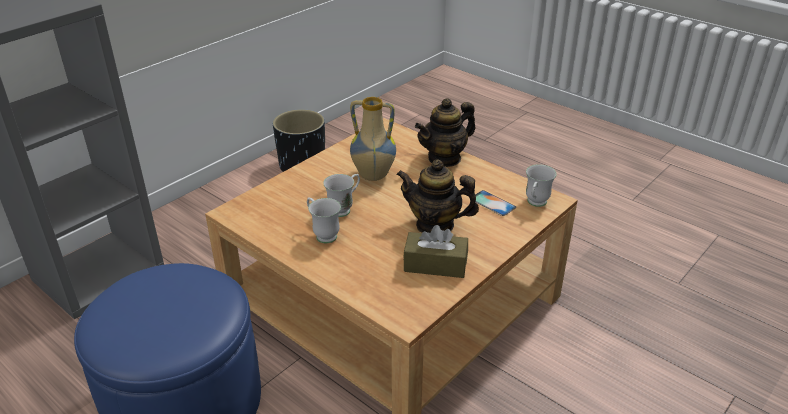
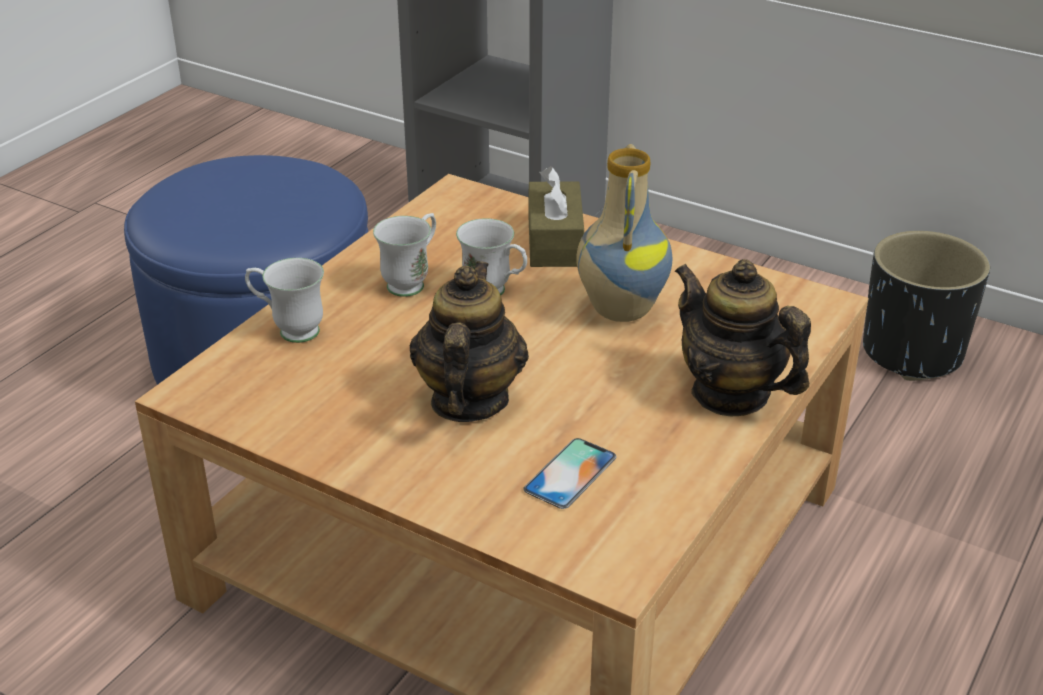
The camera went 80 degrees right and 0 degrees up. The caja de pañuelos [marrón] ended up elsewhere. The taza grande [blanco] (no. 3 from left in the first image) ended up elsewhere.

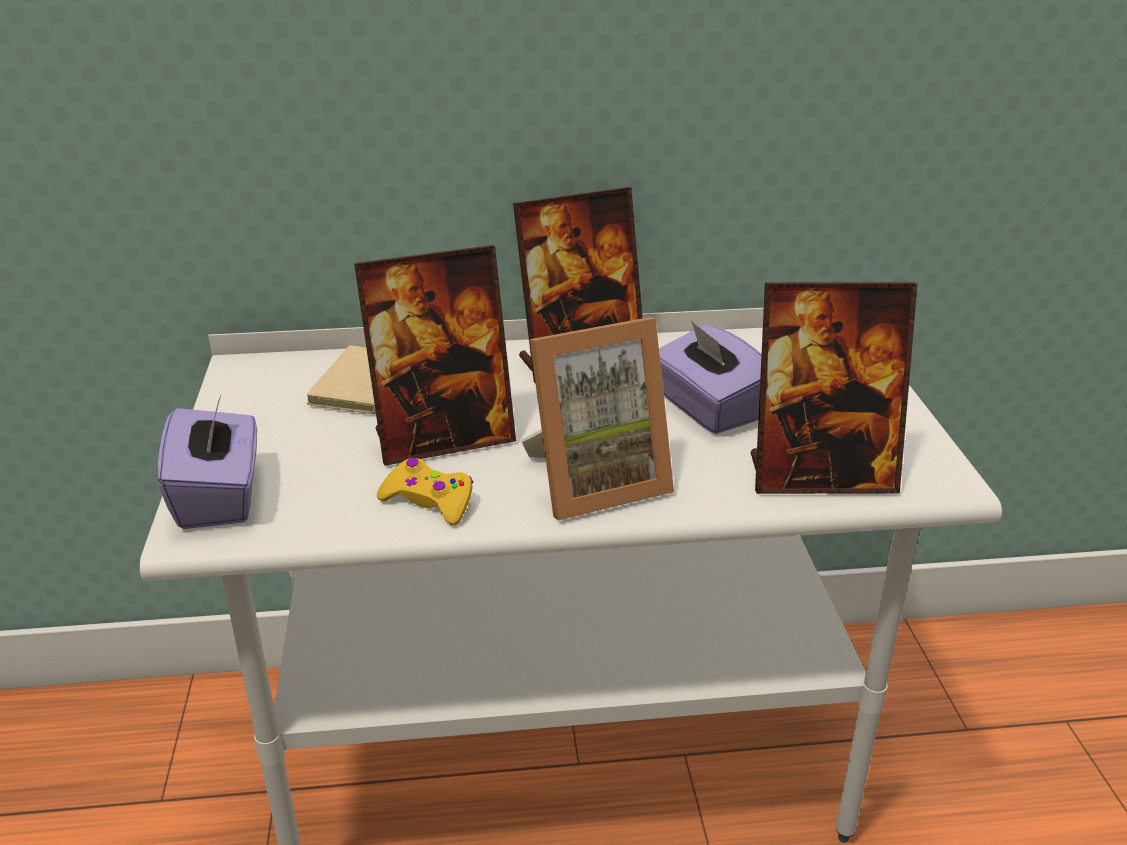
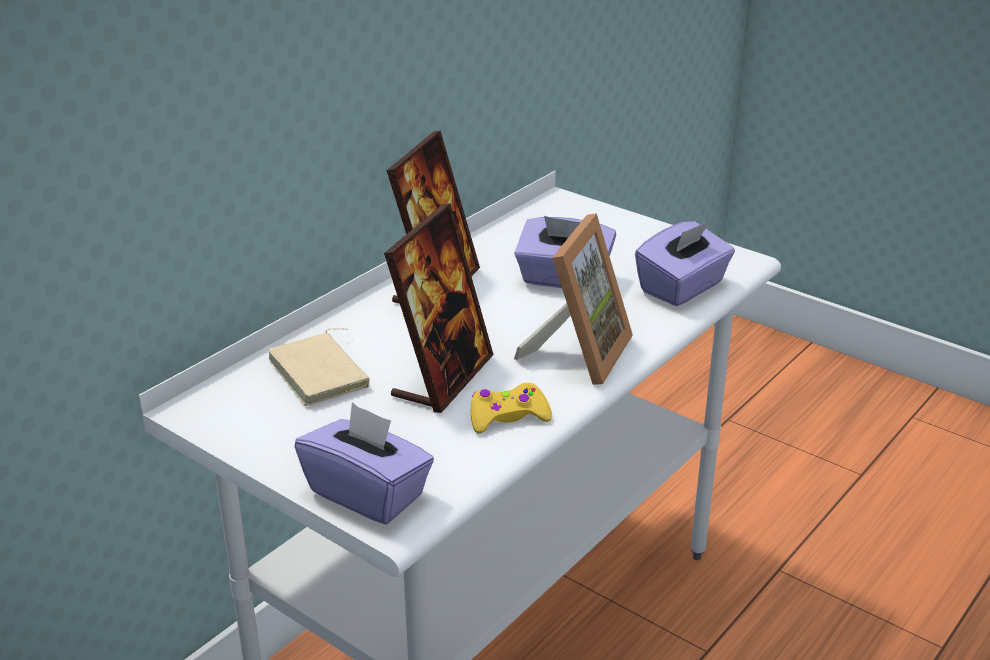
The camera went 45 degrees left and 0 degrees up. Where the portarretratos (no. 4 from left) stood, the caja de pañuelos [morado] (no. 3 from left) came to stand.

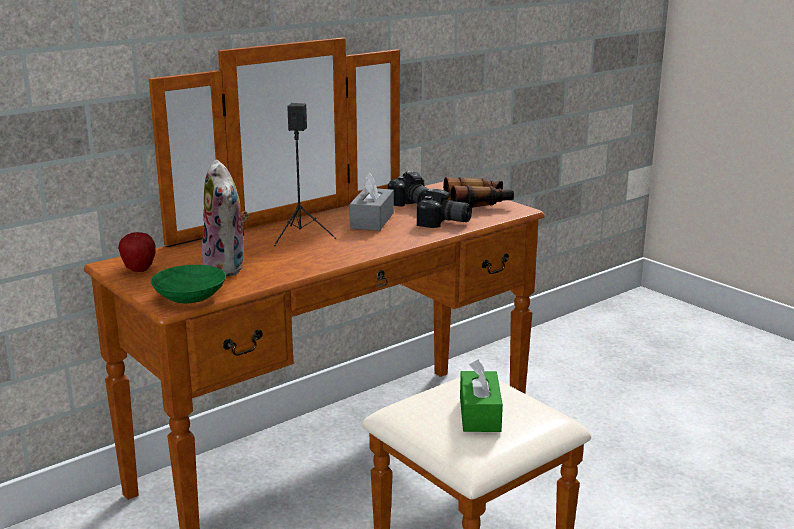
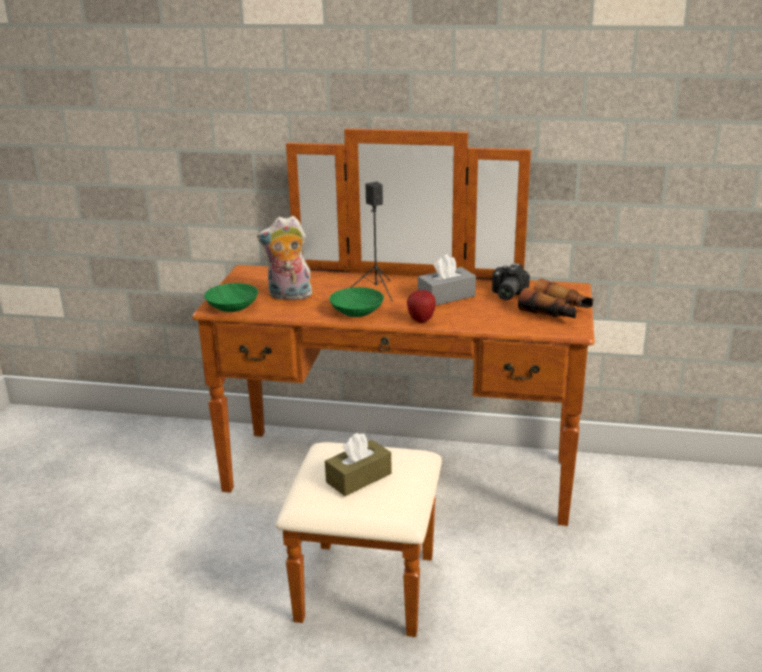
The camera went 50 degrees right and 5 degrees up. The manzana ended up elsewhere. The peluche ended up facing another way, 60 degrees clockwise from before. The second view lost the cámara (no. 2 from left). What was the caja de pañuelos [verde] turned into the caja de pañuelos [marrón]. The second view gained the cuenco [verde] (no. 2 from left).

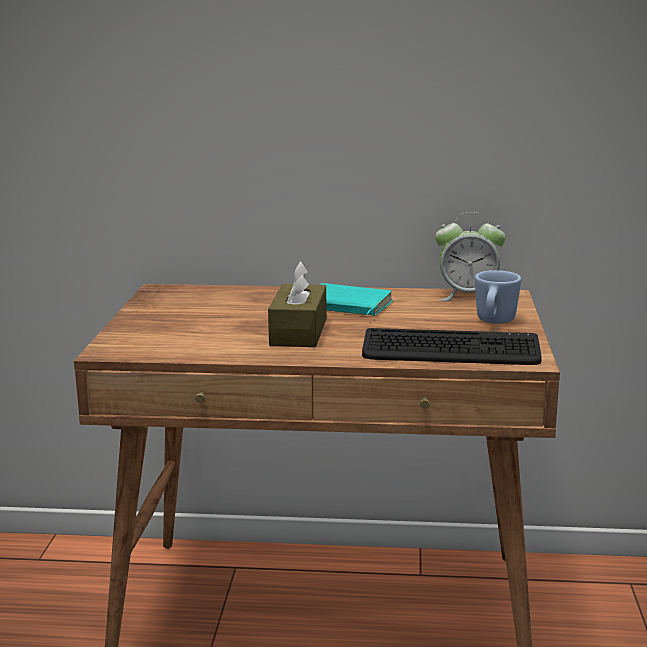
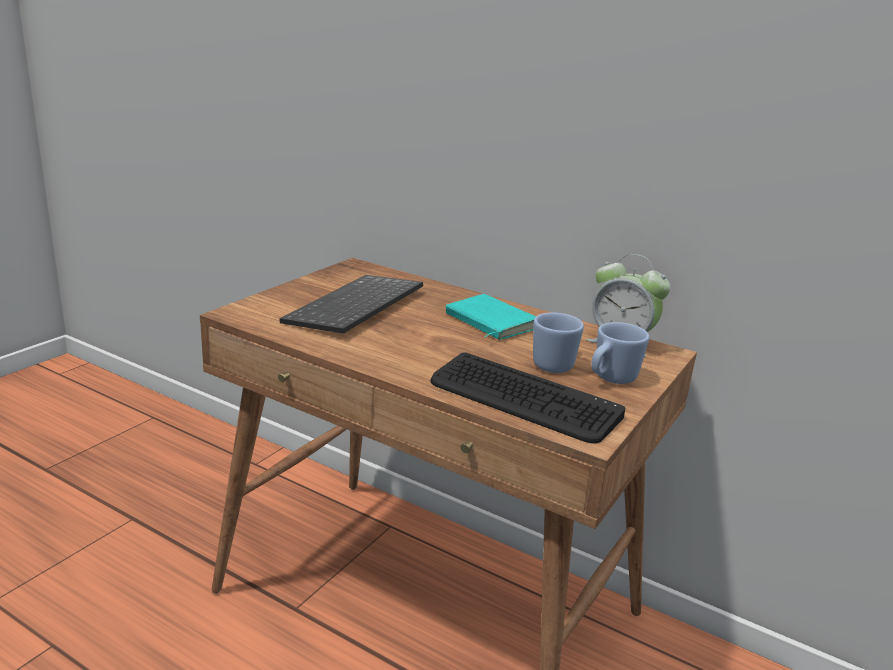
The camera went 25 degrees right and 5 degrees up. The second view lost the caja de pañuelos [marrón]. The second view gained the teclado (no. 1 from left). The second view gained the taza grande [azul] (no. 1 from left).

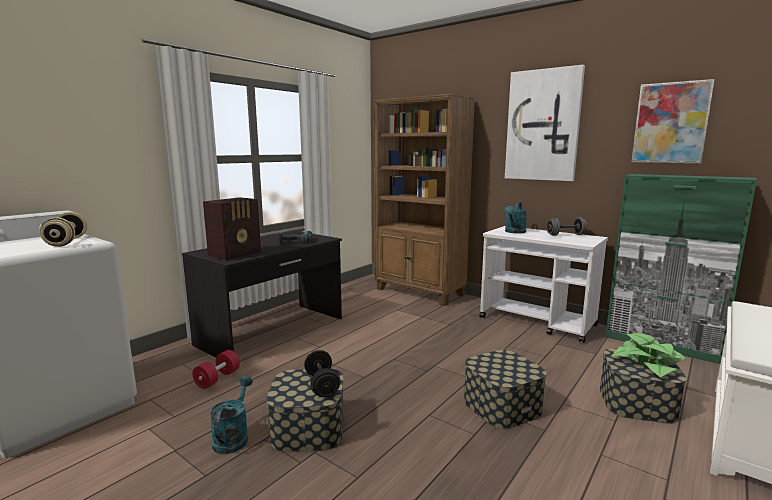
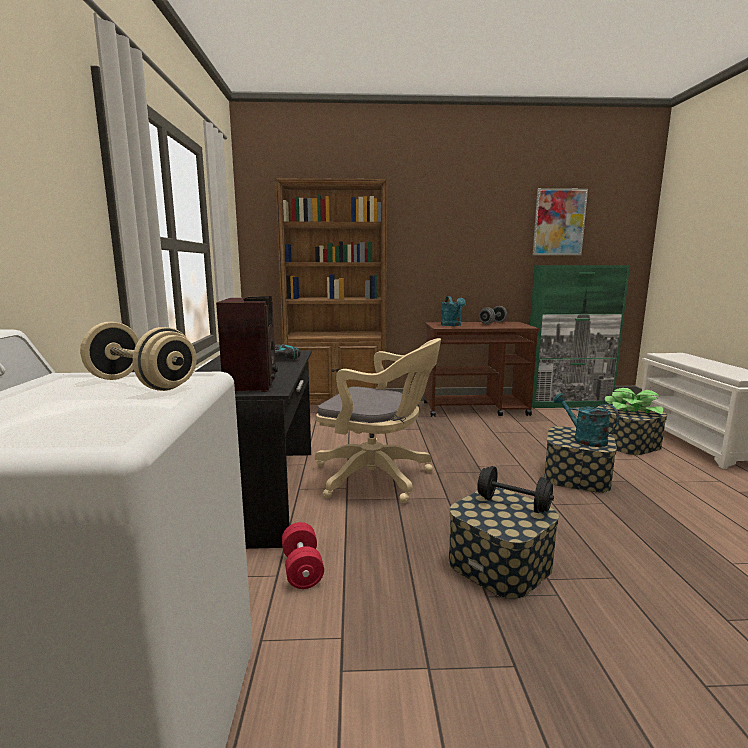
The camera went 40 degrees left and 0 degrees up. The regadera [turquesa] (no. 1 from left in the first image) ended up elsewhere. What was the carrito [blanco] turned into the carrito [marrón]. The second view lost the cuadro (no. 1 from left). The second view gained the silla de oficina [beis].

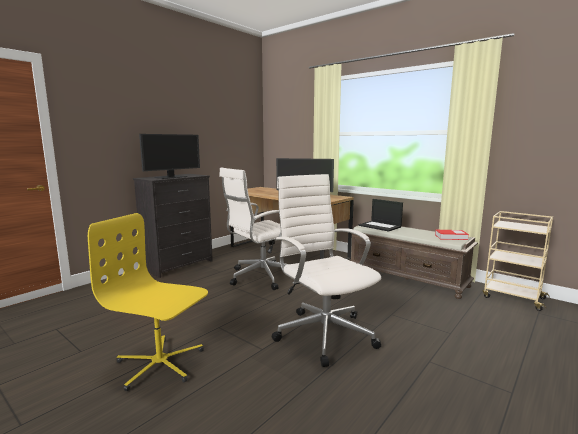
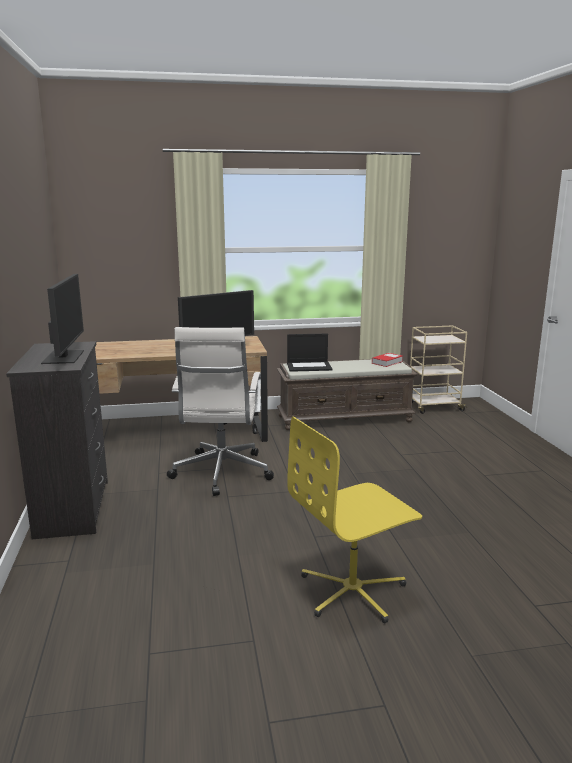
The camera went 50 degrees left and 5 degrees up. The second view lost the silla de oficina [blanco] (no. 2 from left).

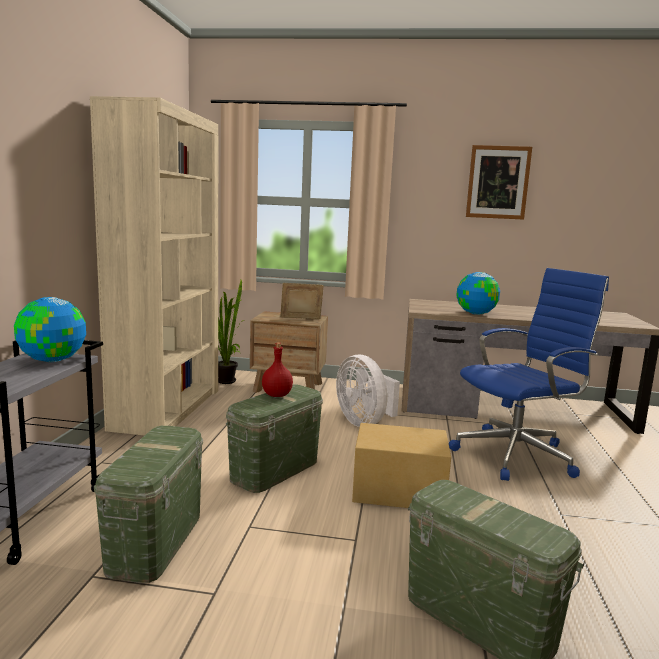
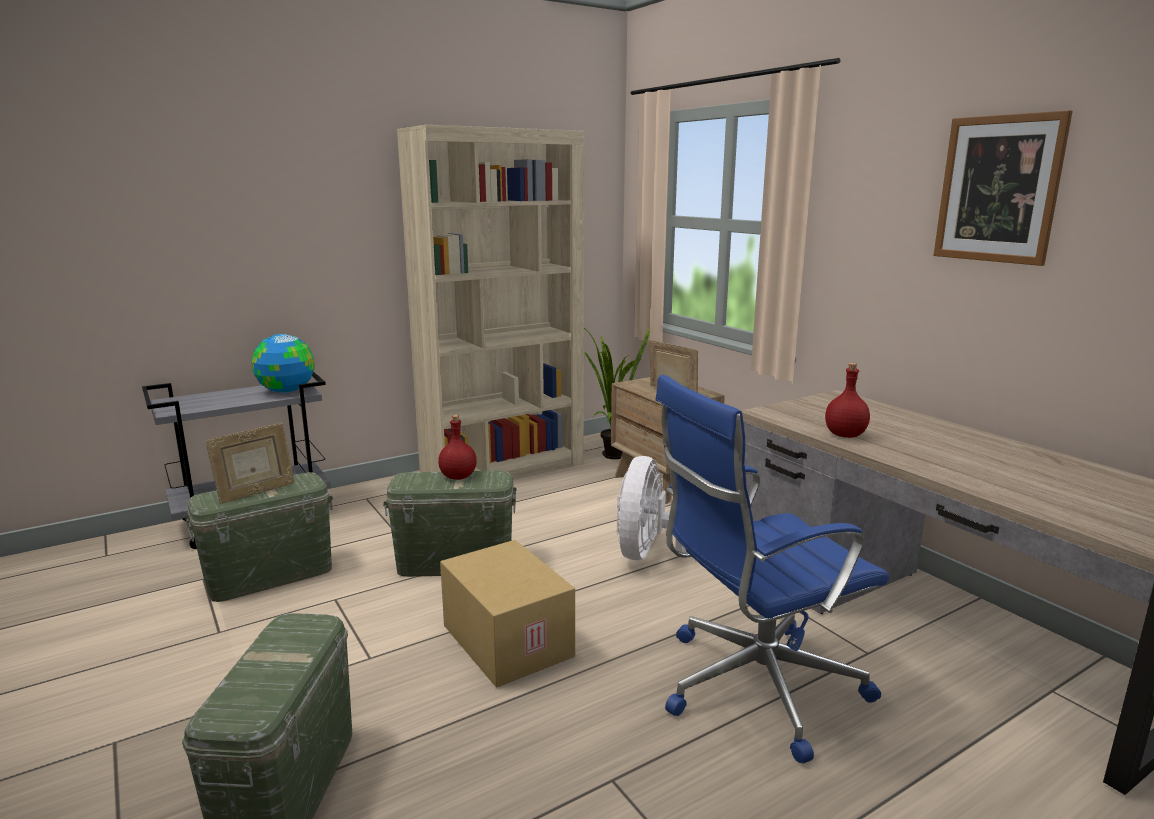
The camera went 50 degrees right and 5 degrees up. The silla de oficina [azul] ended up facing another way, 135 degrees clockwise from before. Where the globo terráqueo (no. 2 from left) stood, the botella [rojo] (no. 2 from left) came to stand. The second view gained the portarretratos (no. 1 from left).

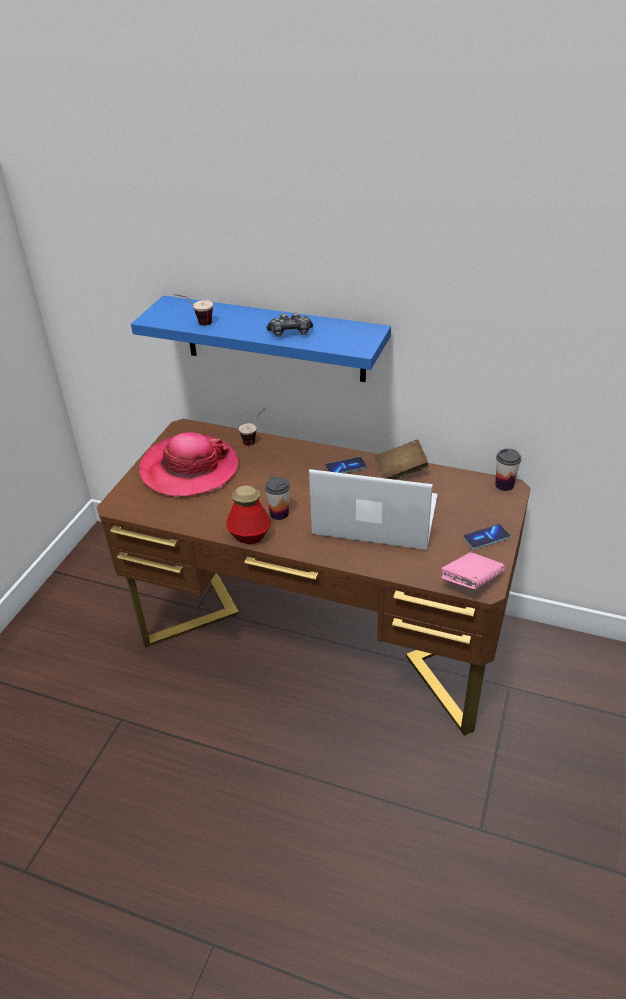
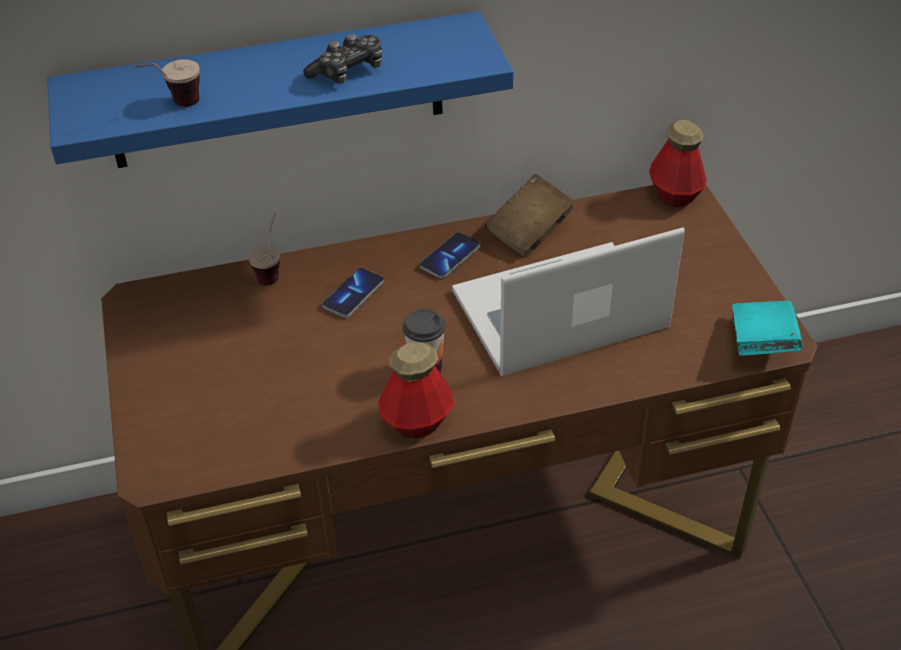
The camera went 35 degrees left and 5 degrees up. The second view lost the sombrero. What was the libro [rosa] turned into the libro [turquesa]. The móvil (no. 2 from left in the first image) ended up elsewhere. Where the taza (no. 4 from left) stood, the botella (no. 2 from left) came to stand.

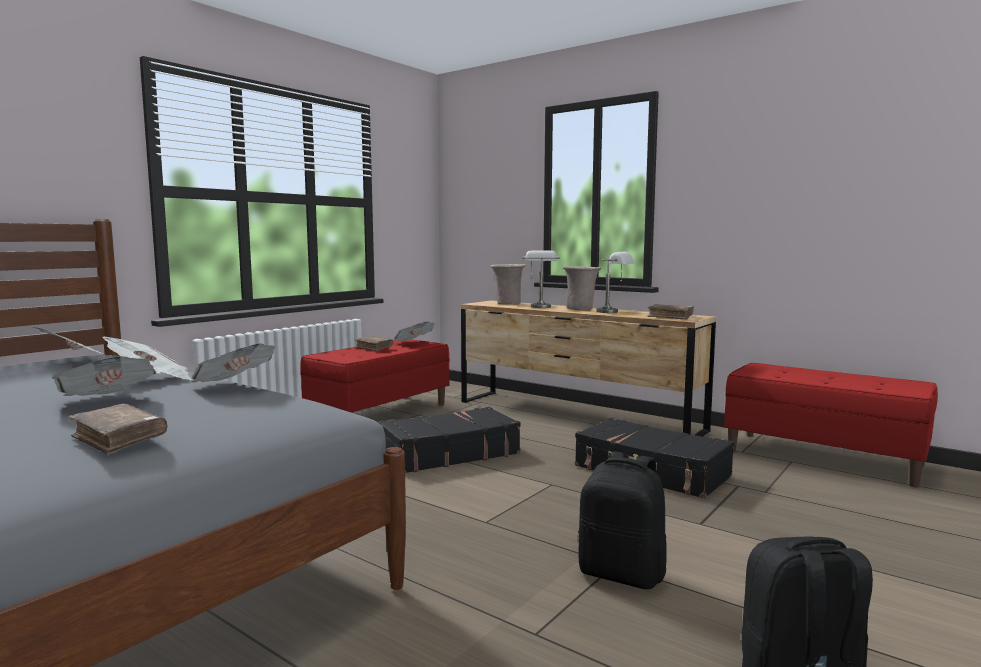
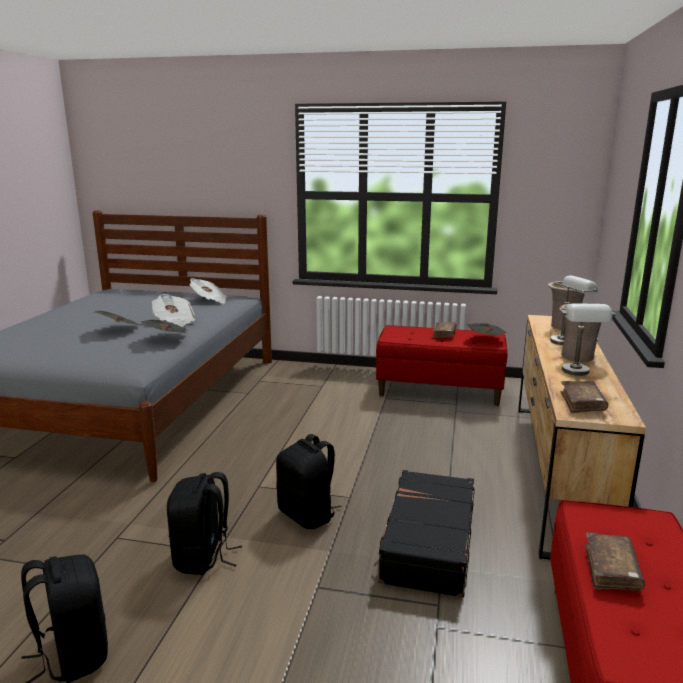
The camera went 65 degrees right and 10 degrees up. The libro [marrón] (no. 1 from left in the first image) ended up elsewhere. The second view lost the maleta [negro] (no. 1 from left). The second view gained the mochila [negro] (no. 3 from left).

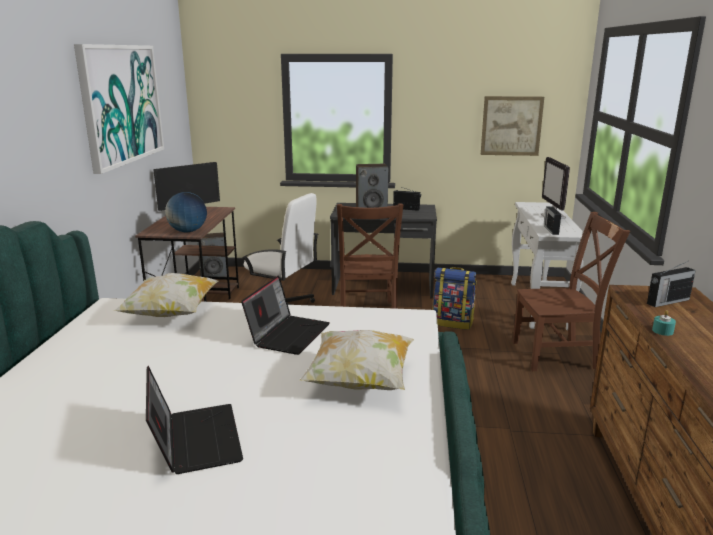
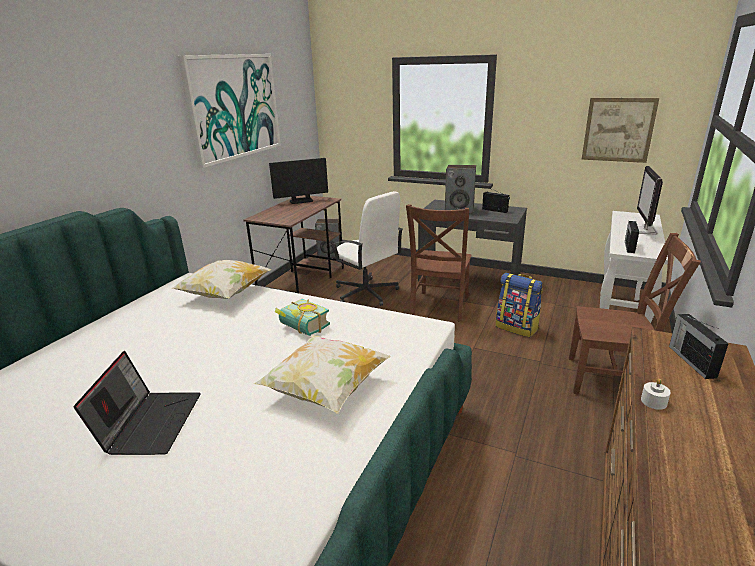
The camera went 20 degrees right and 5 degrees up. The second view lost the globo terráqueo. Where the portátil (no. 2 from left) stood, the libro came to stand. The radio (no. 3 from left) ended up facing another way, 90 degrees clockwise from before. What was the vela [turquesa] turned into the vela [blanco].

